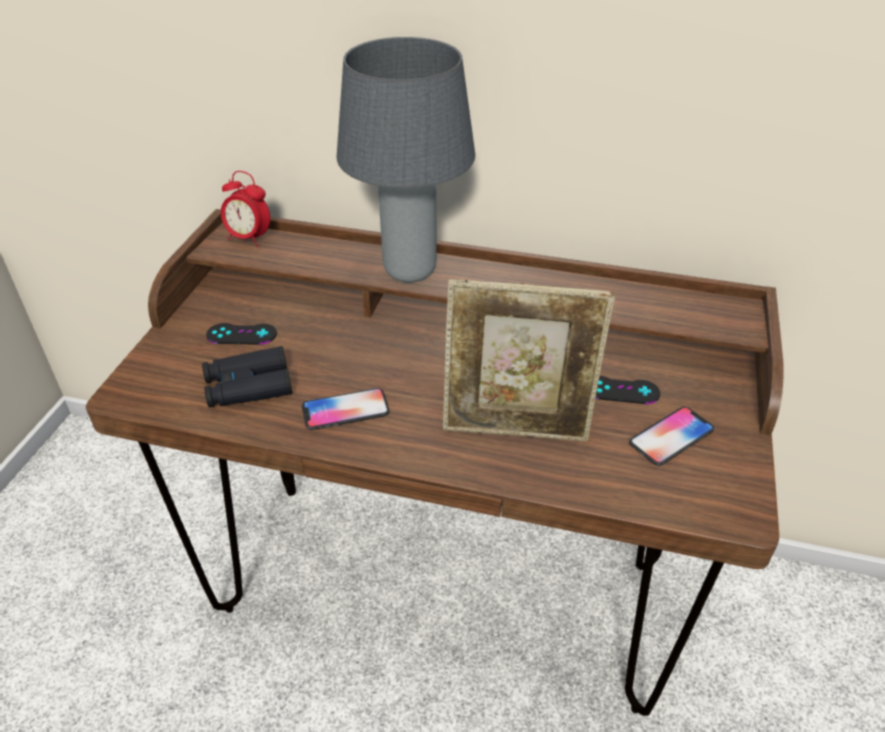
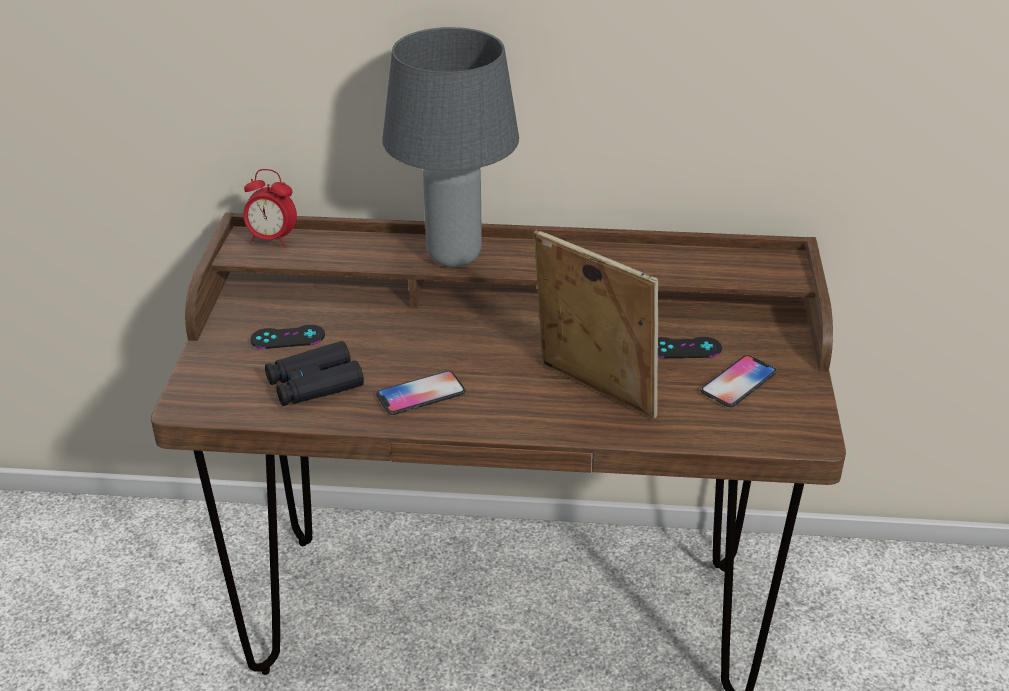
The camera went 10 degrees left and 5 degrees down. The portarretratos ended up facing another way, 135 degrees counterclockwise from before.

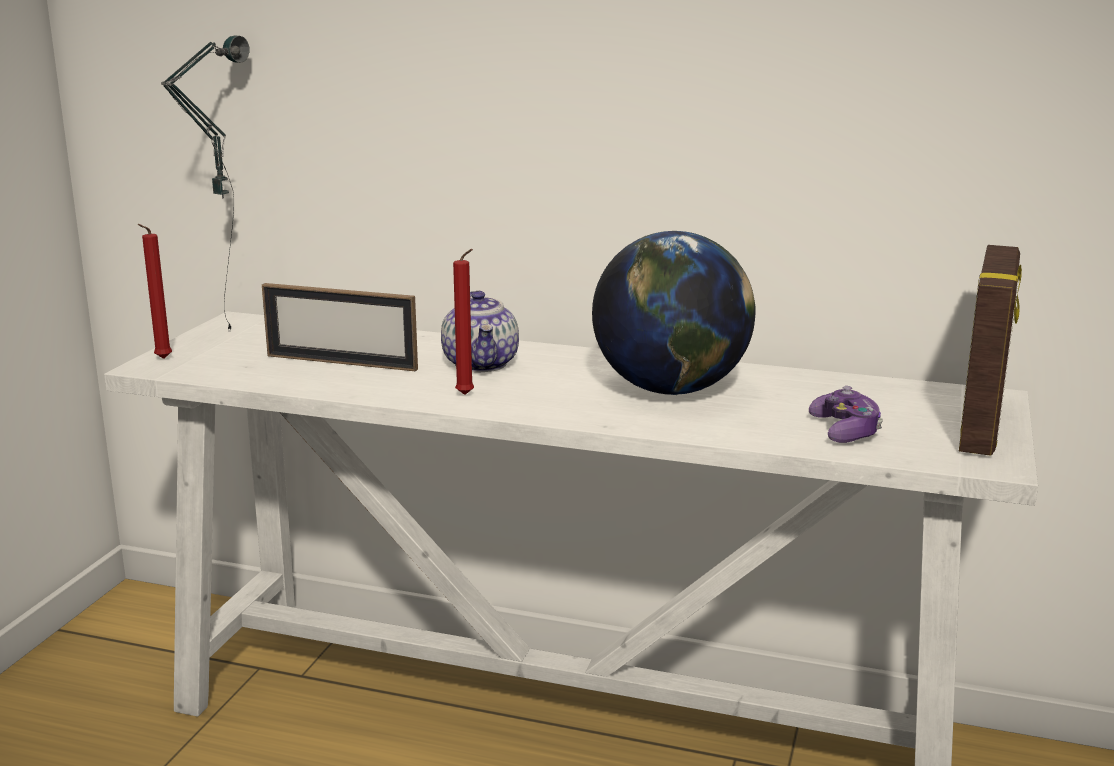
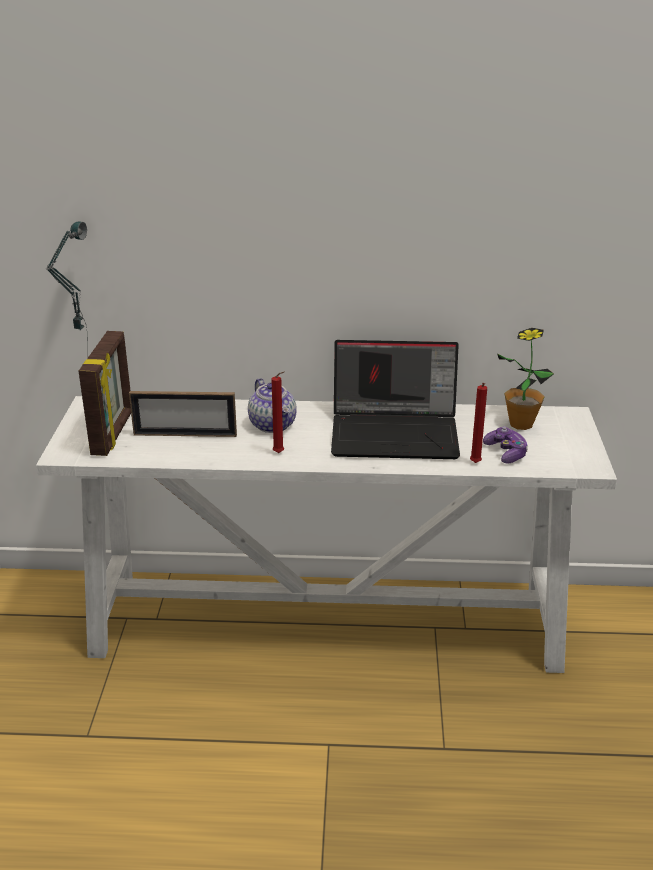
The camera went 15 degrees left and 10 degrees up. The vela [rojo] (no. 1 from left in the first image) ended up elsewhere. Where the globo terráqueo stood, the portátil came to stand. The portarretratos (no. 2 from left in the first image) ended up elsewhere. The second view gained the planta en maceta.

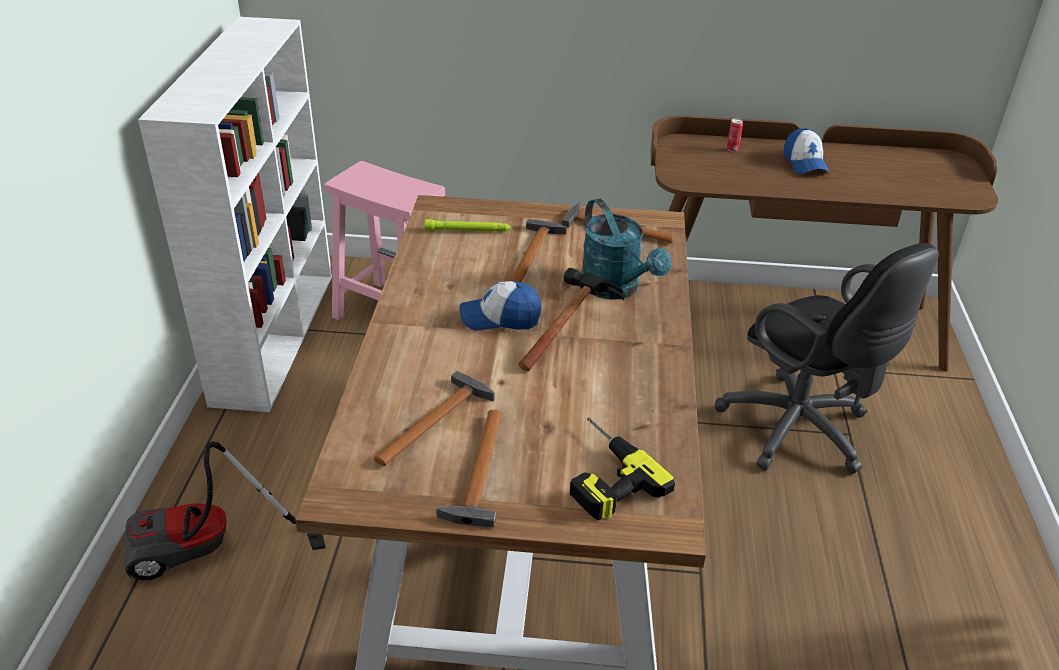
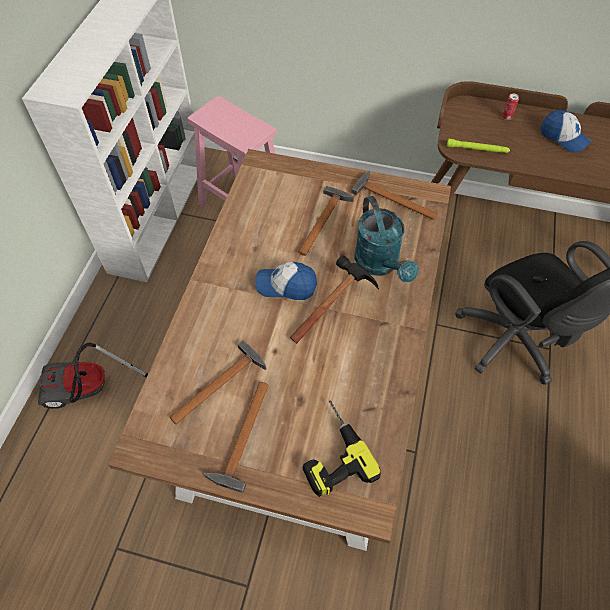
The camera went 10 degrees right and 20 degrees up. The linterna [verde] ended up elsewhere. The gorra (no. 2 from left) ended up facing another way, 45 degrees counterclockwise from before.

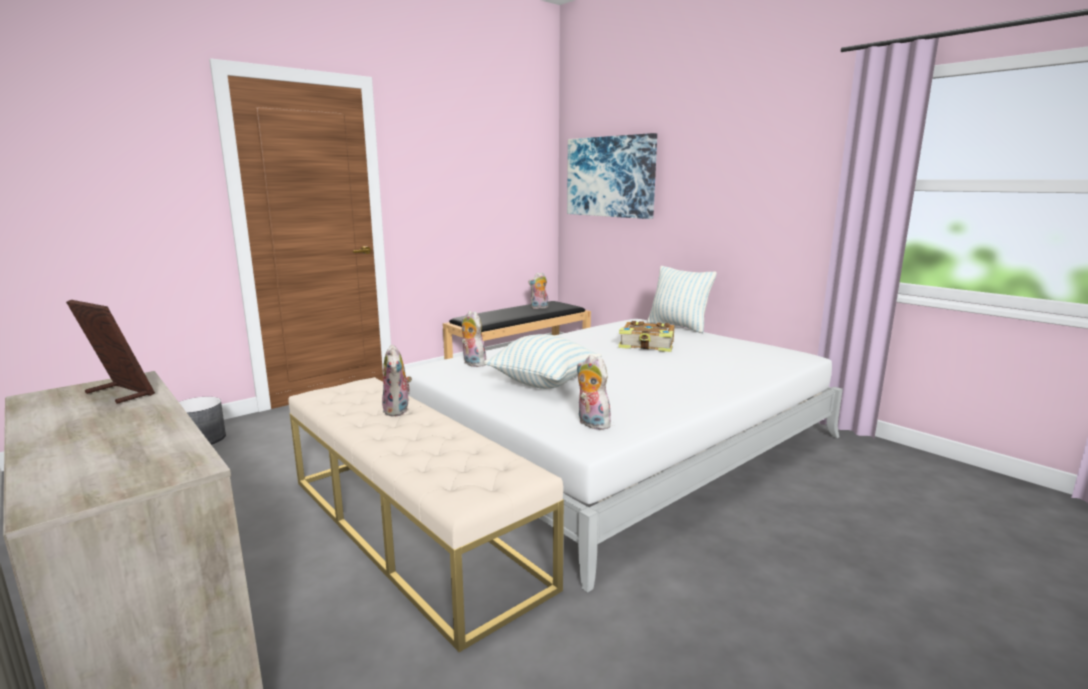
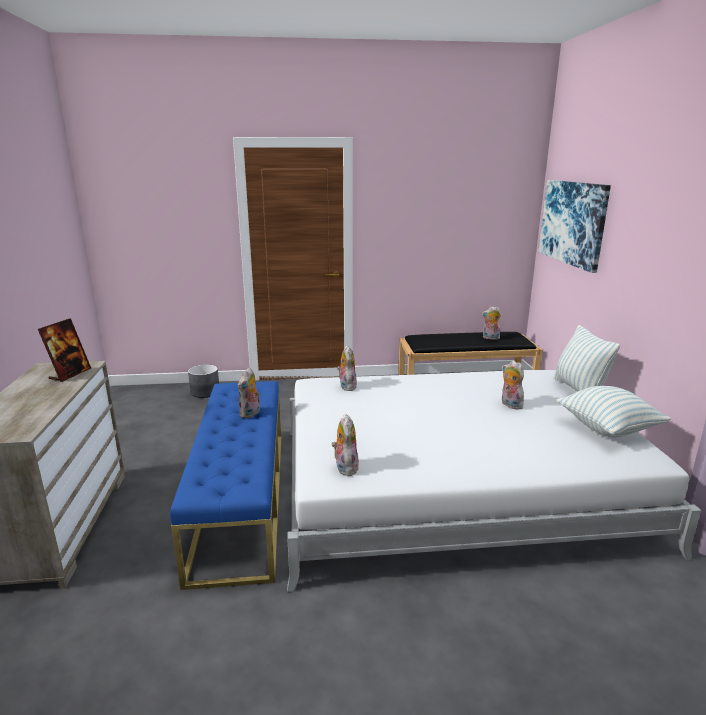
The camera went 35 degrees right and 5 degrees up. The portarretratos ended up facing another way, 45 degrees clockwise from before. What was the banco [beis] turned into the banco [azul]. The cojín (no. 1 from left in the first image) ended up elsewhere. Where the libro stood, the peluche (no. 5 from left) came to stand.

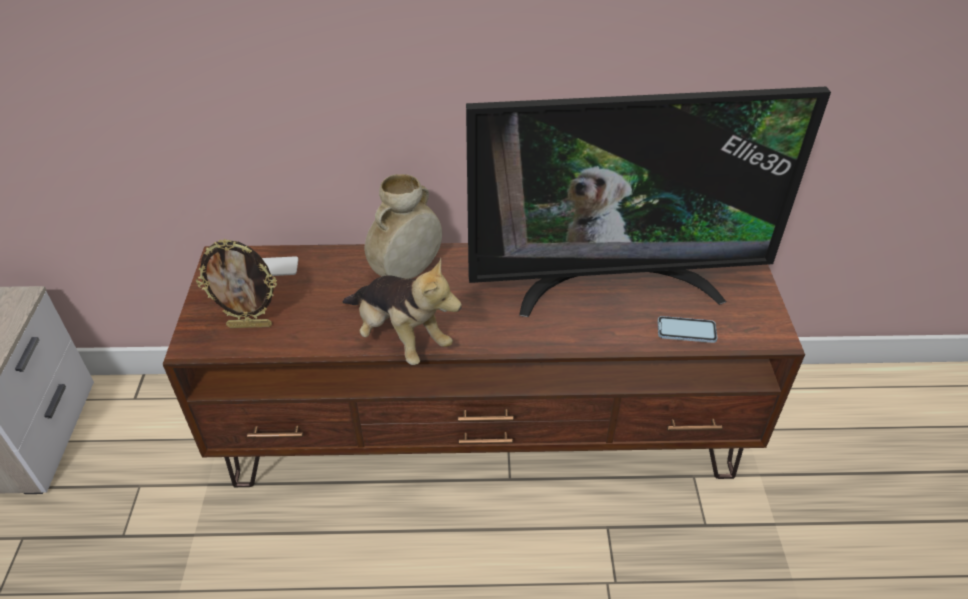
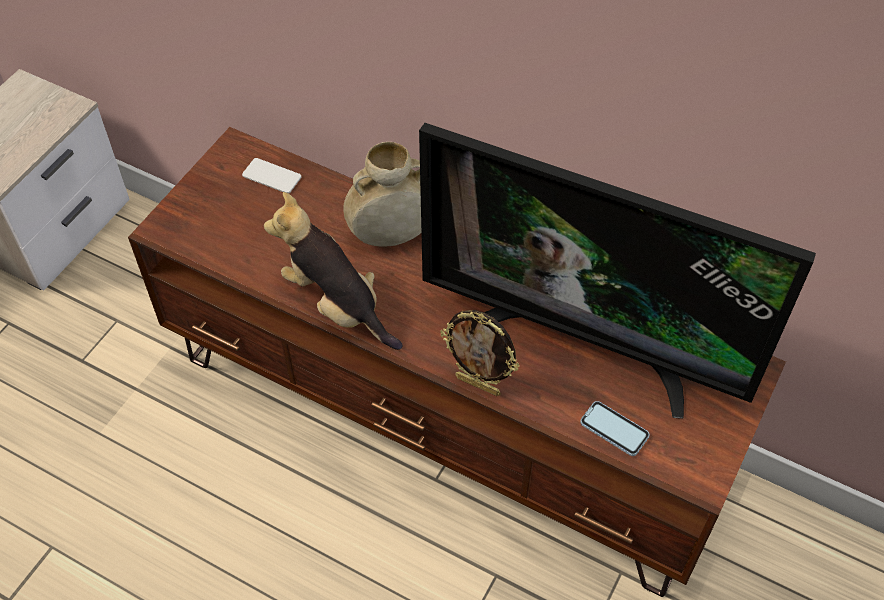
The camera went 30 degrees right and 10 degrees up. The portarretratos ended up elsewhere. The peluche ended up facing another way, 150 degrees clockwise from before.

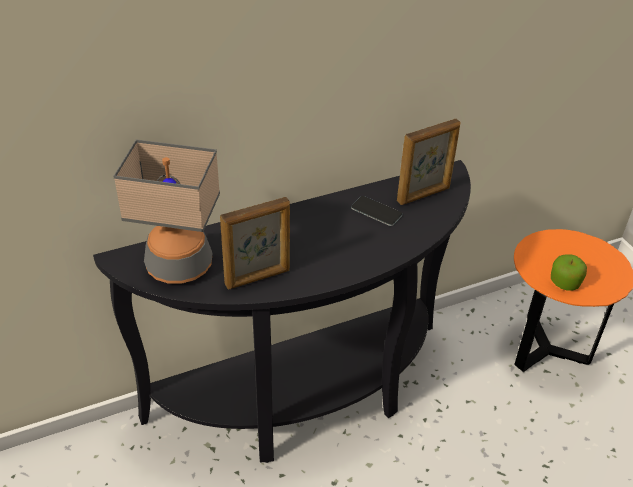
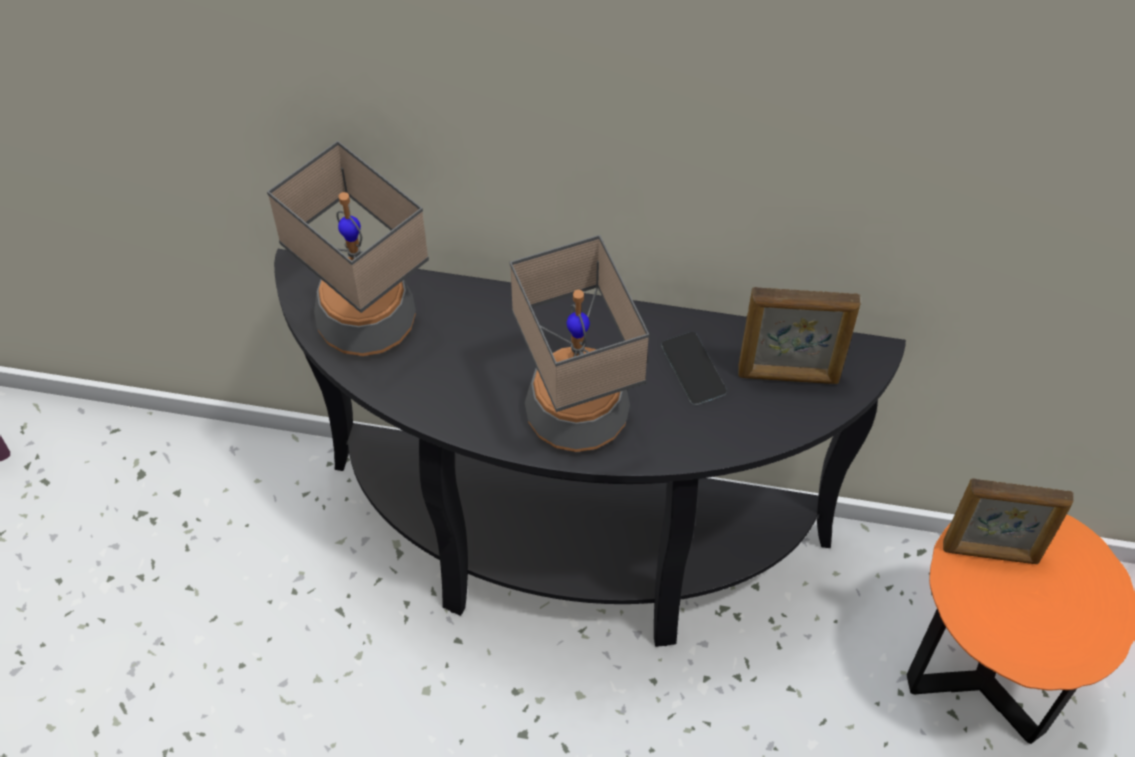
The camera went 35 degrees right and 15 degrees up. The portarretratos (no. 1 from left in the first image) ended up elsewhere. The second view lost the manzana. The second view gained the lámpara de mesa (no. 2 from left).

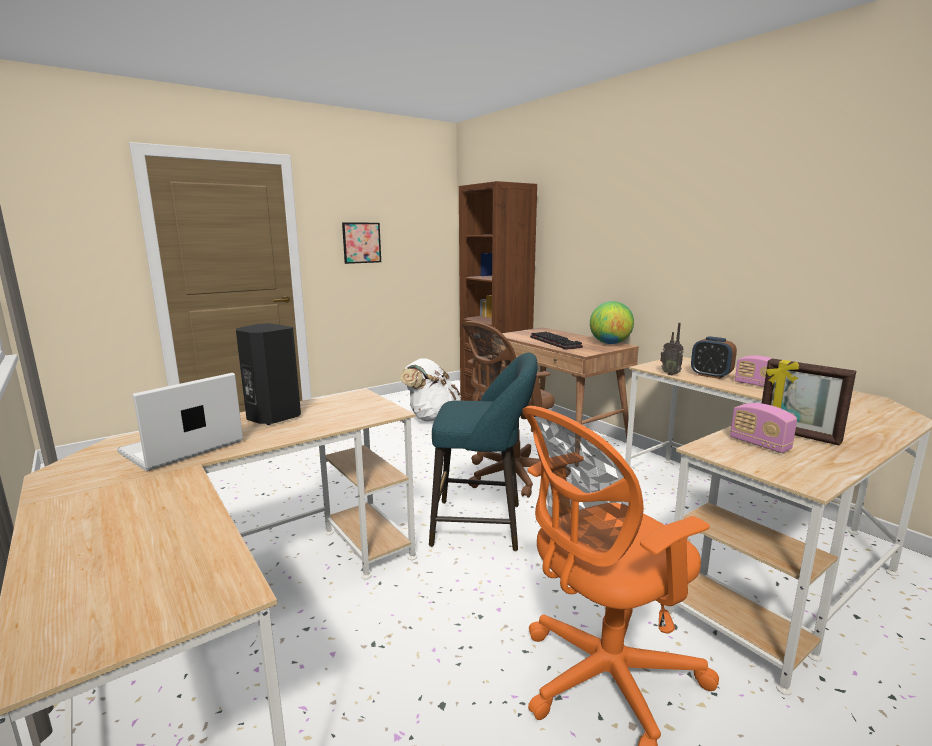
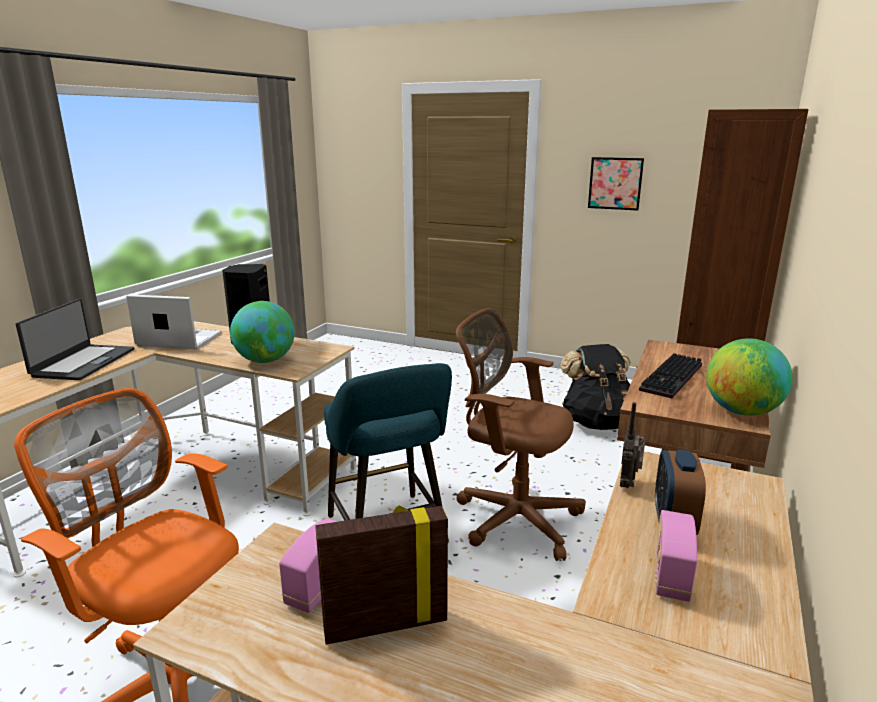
The camera went 60 degrees right and 5 degrees up. What was the mochila [blanco] turned into the mochila [negro]. The portarretratos ended up facing another way, 60 degrees clockwise from before. The second view gained the portátil (no. 1 from left). The second view gained the globo terráqueo (no. 1 from left).

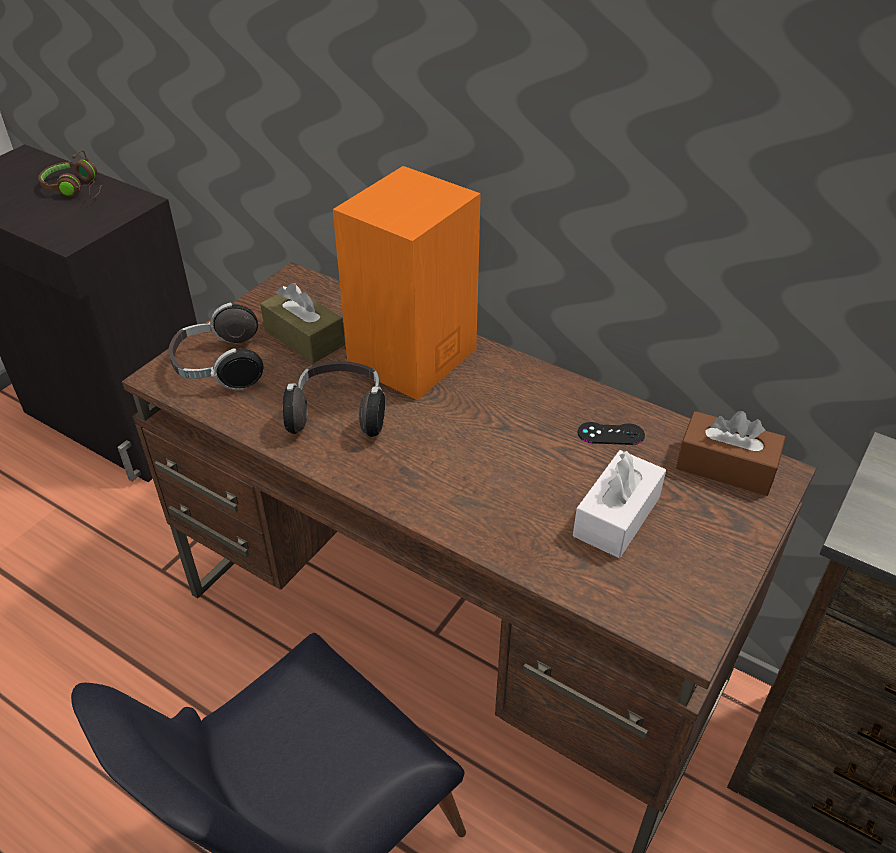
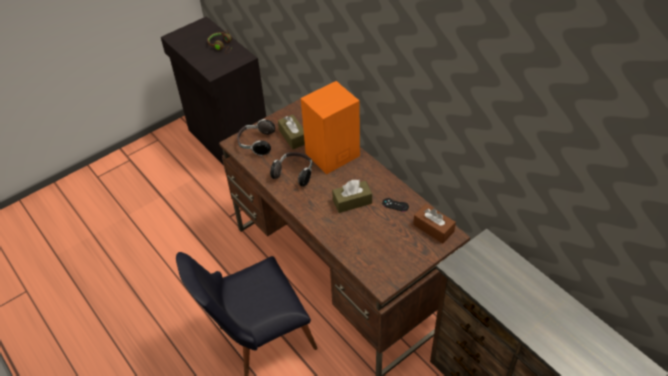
The camera went 20 degrees right and 5 degrees up. The second view lost the caja de pañuelos [blanco]. The second view gained the caja de pañuelos [marrón] (no. 2 from left).

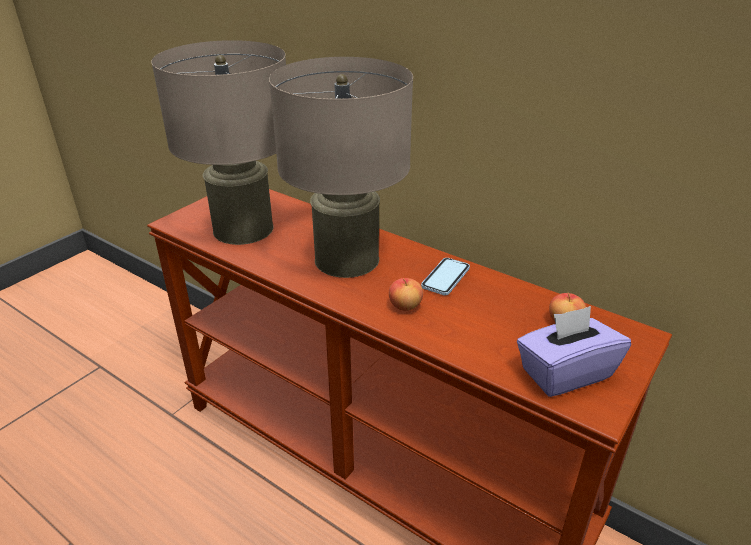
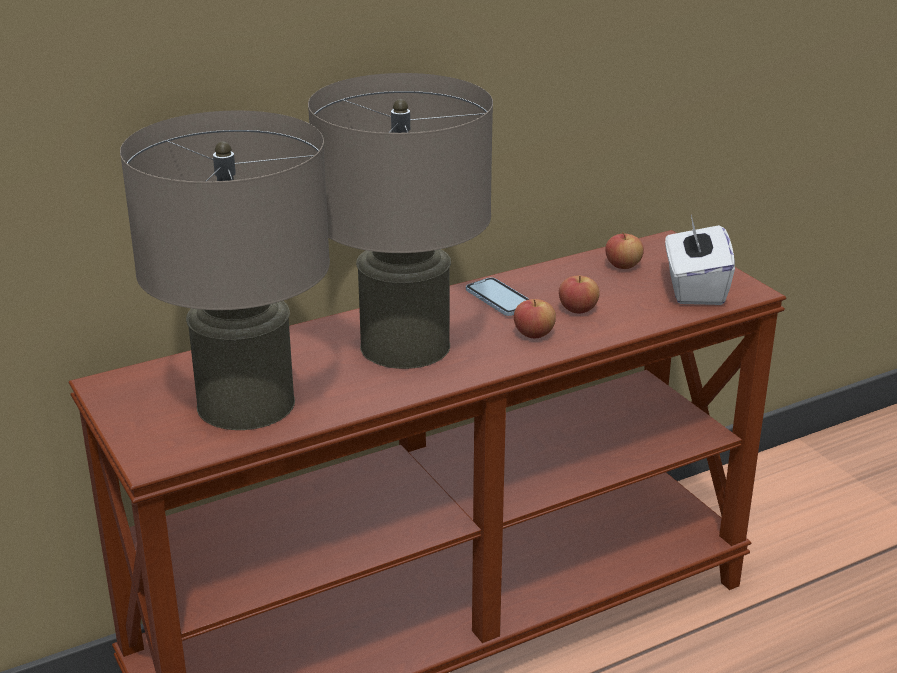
The camera went 65 degrees left and 5 degrees down. What was the caja de pañuelos [morado] turned into the caja de pañuelos [blanco]. The second view gained the manzana (no. 2 from left).

